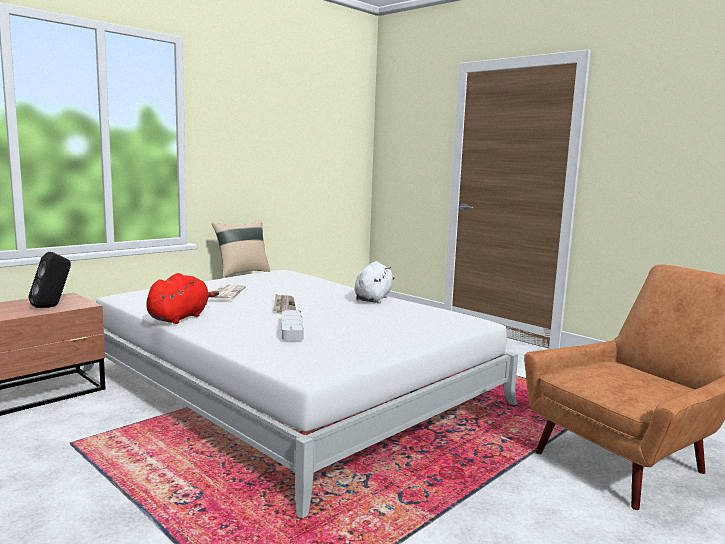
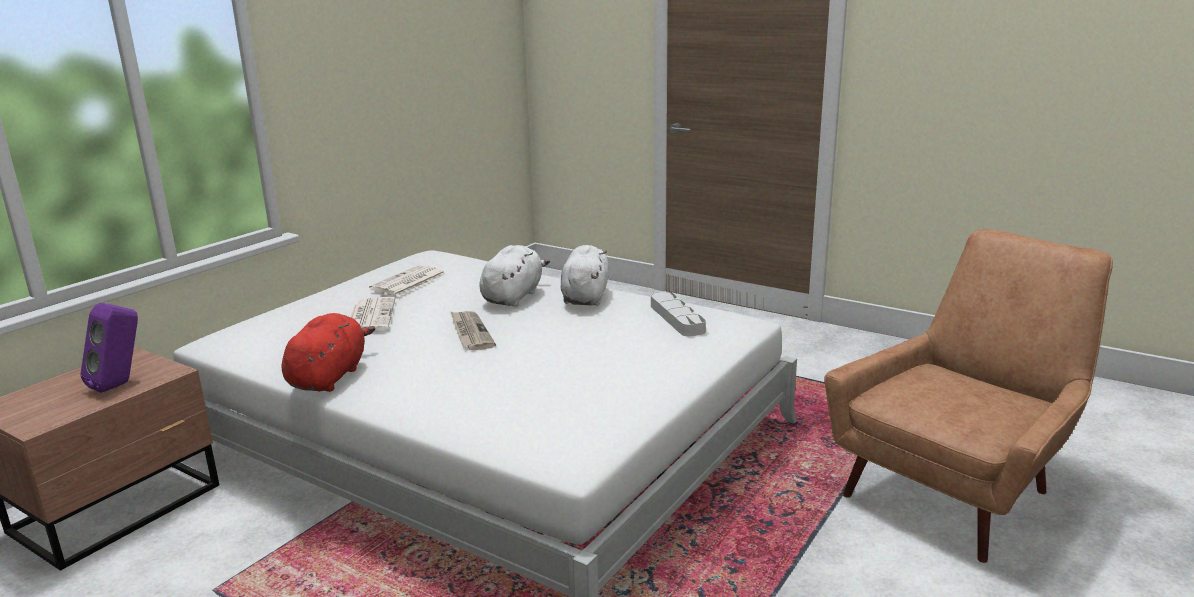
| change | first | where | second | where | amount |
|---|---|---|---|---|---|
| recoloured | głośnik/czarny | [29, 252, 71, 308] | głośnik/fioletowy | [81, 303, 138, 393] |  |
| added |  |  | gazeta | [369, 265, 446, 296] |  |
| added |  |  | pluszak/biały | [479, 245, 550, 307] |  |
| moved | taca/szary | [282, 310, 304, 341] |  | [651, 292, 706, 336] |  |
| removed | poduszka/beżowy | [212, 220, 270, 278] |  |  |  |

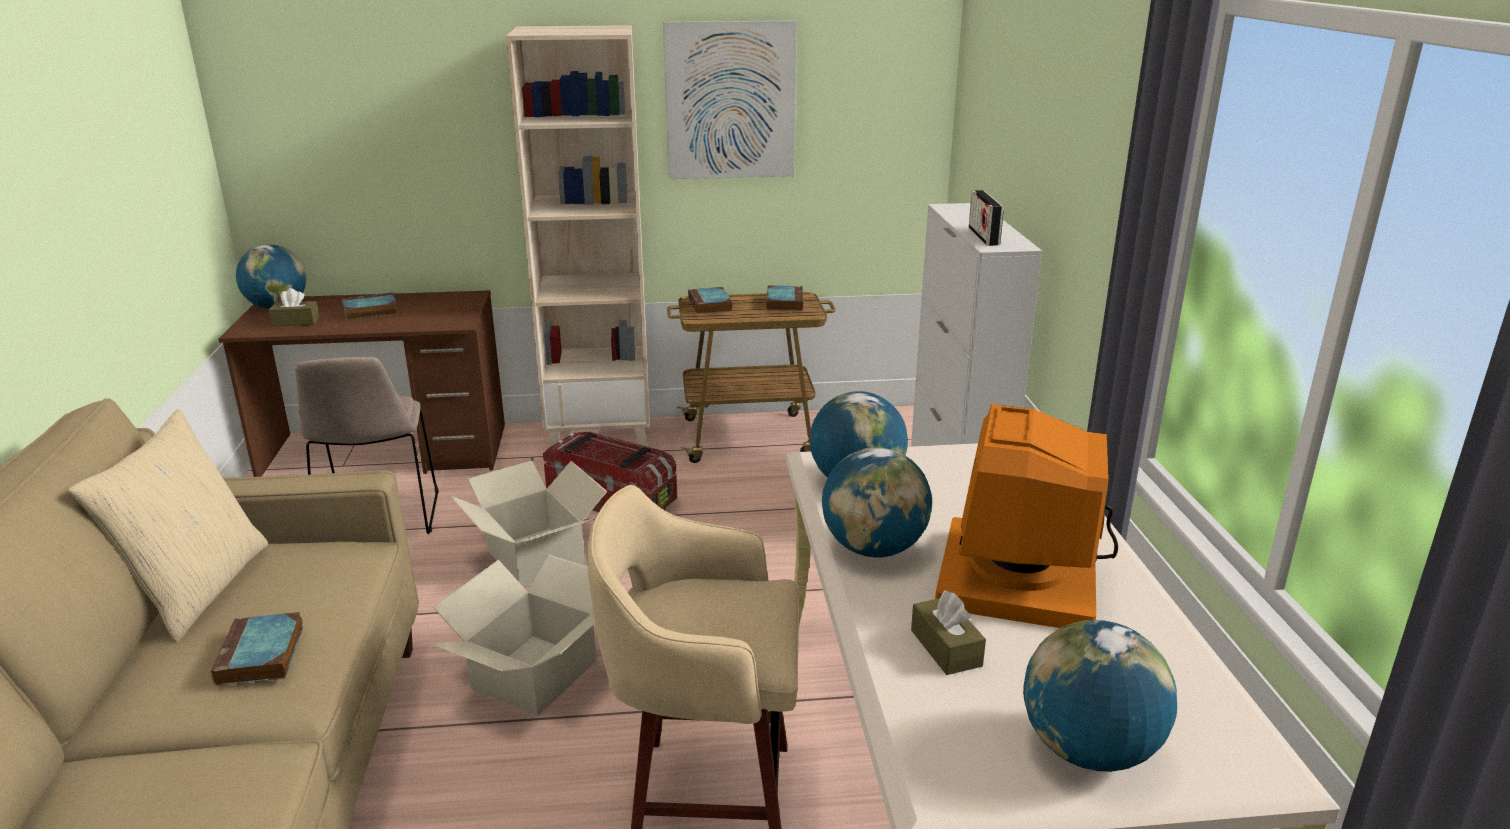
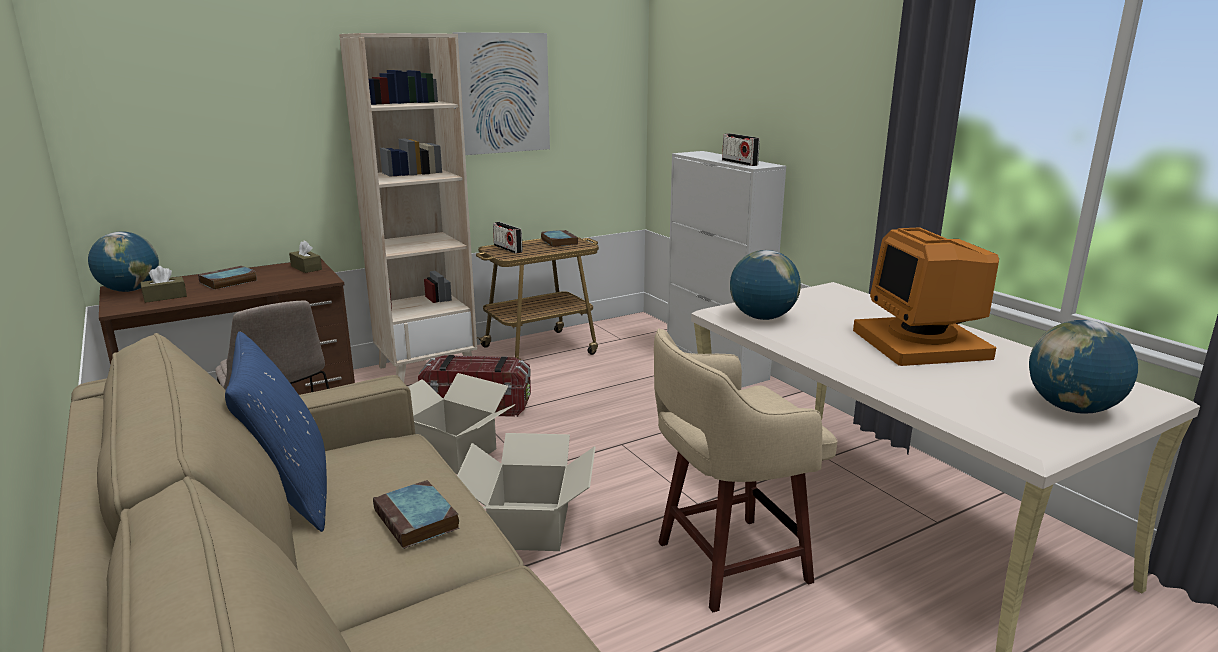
| change | first | where | second | where | amount |
|---|---|---|---|---|---|
| recoloured | poduszka/beżowy | [68, 409, 268, 642] | poduszka/niebieski | [225, 331, 327, 532] |  |
| moved | pudełko chusteczek/brązowy | [911, 590, 986, 675] |  | [289, 240, 322, 273] |  |
| replaced | książka | [688, 287, 733, 314] | radio | [493, 222, 523, 254] |  |
| removed | globus | [822, 447, 932, 557] |  |  |  |

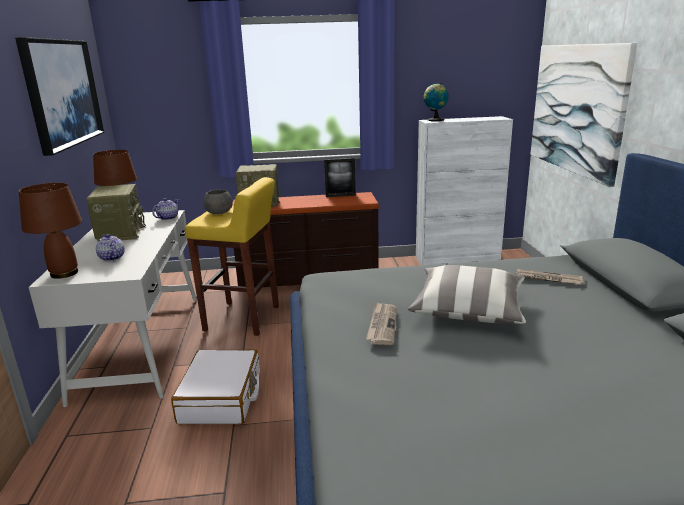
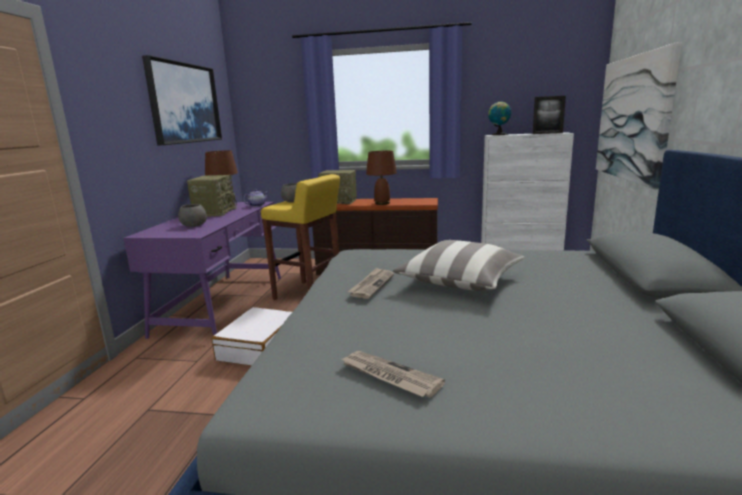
| change | first | where | second | where | amount |
|---|---|---|---|---|---|
| recoloured | biurko/biały | [29, 210, 197, 407] | biurko/fioletowy | [124, 202, 281, 339] |  |
| replaced | imbryk | [96, 234, 125, 261] | miska/szary | [178, 204, 207, 227] |  |
| moved | gazeta | [516, 269, 583, 285] |  | [342, 351, 445, 397] |  |
| moved | lampa stołowa/brązowy | [19, 183, 82, 279] |  | [366, 151, 397, 205] |  |
| moved | ramka na zdjęcie | [324, 158, 356, 197] |  | [533, 96, 566, 134] |  |

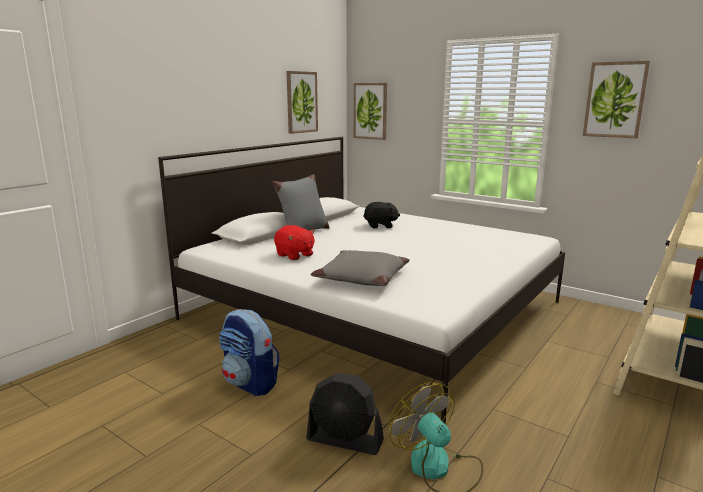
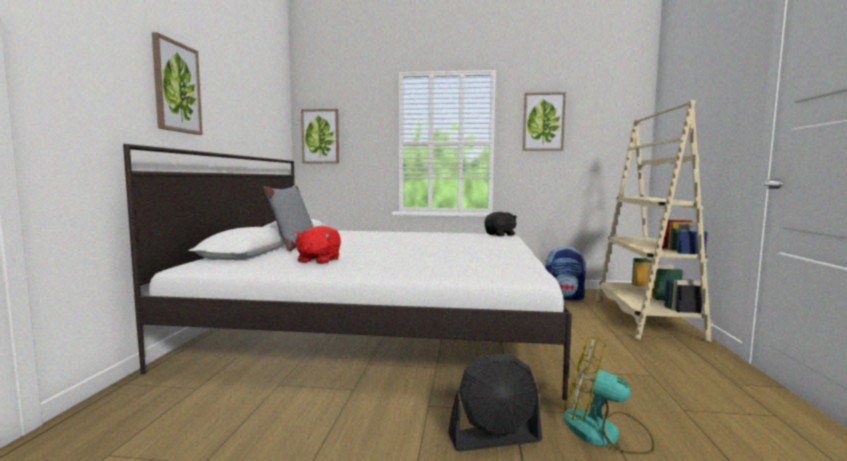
| change | first | where | second | where | amount |
|---|---|---|---|---|---|
| moved | obraz | [286, 71, 318, 134] |  | [152, 32, 203, 135] |  |
| turned | pluszak/czerwony | [274, 225, 315, 260] |  | [293, 226, 341, 264] | 90 degrees clockwise |
| moved | pluszak/czarny | [363, 202, 400, 228] |  | [484, 212, 517, 236] |  |
| moved | plecak | [219, 309, 279, 396] |  | [545, 246, 586, 301] |  |
| removed | poduszka/szary | [311, 250, 410, 286] |  |  |  |

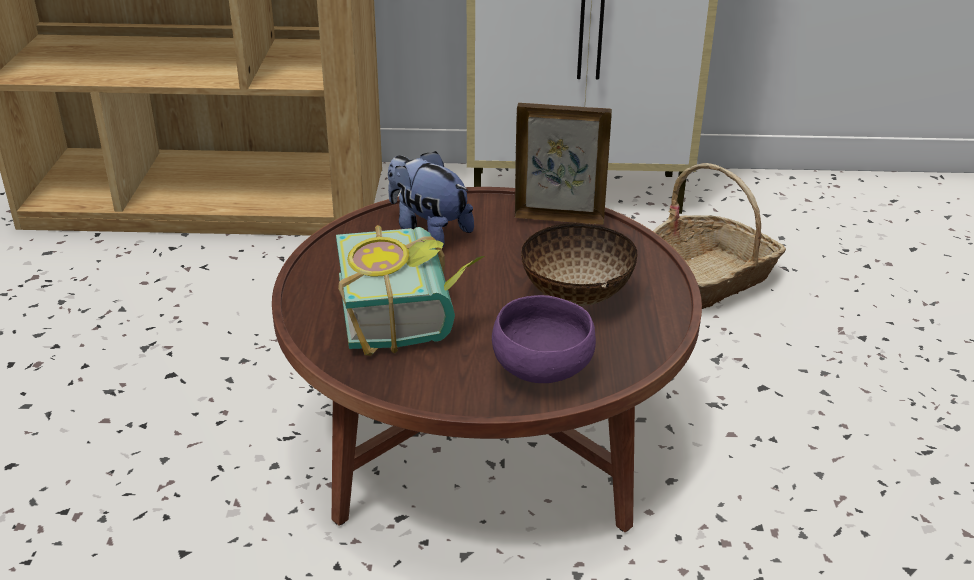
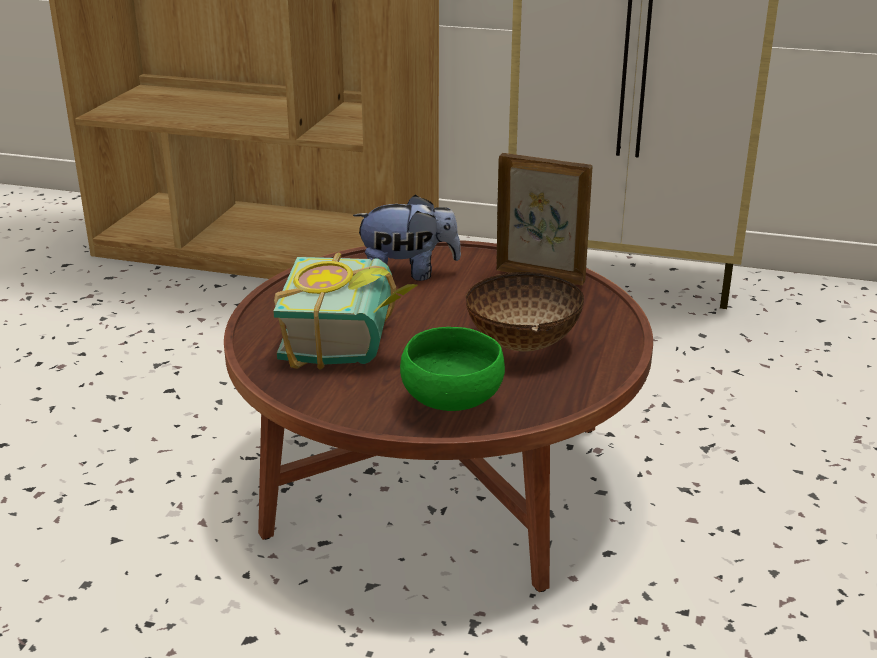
| change | first | where | second | where | amount |
|---|---|---|---|---|---|
| turned | pluszak | [388, 151, 474, 248] |  | [353, 195, 461, 281] | 120 degrees clockwise |
| recoloured | miska/fioletowy | [492, 295, 596, 383] | miska/zielony | [400, 327, 505, 411] |  |
| removed | koszyk | [653, 163, 786, 309] |  |  |  |

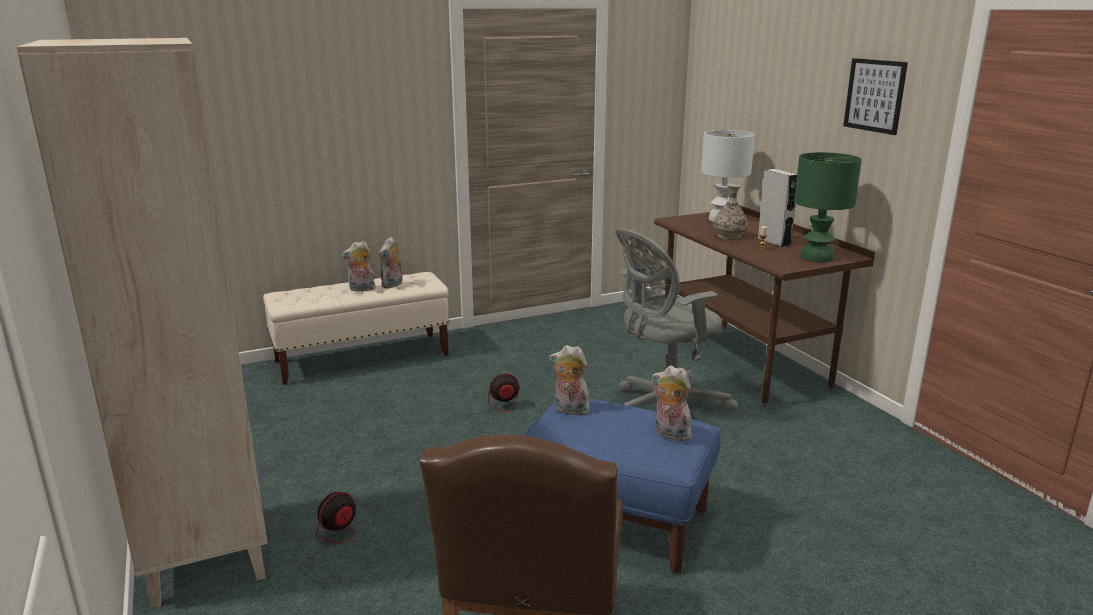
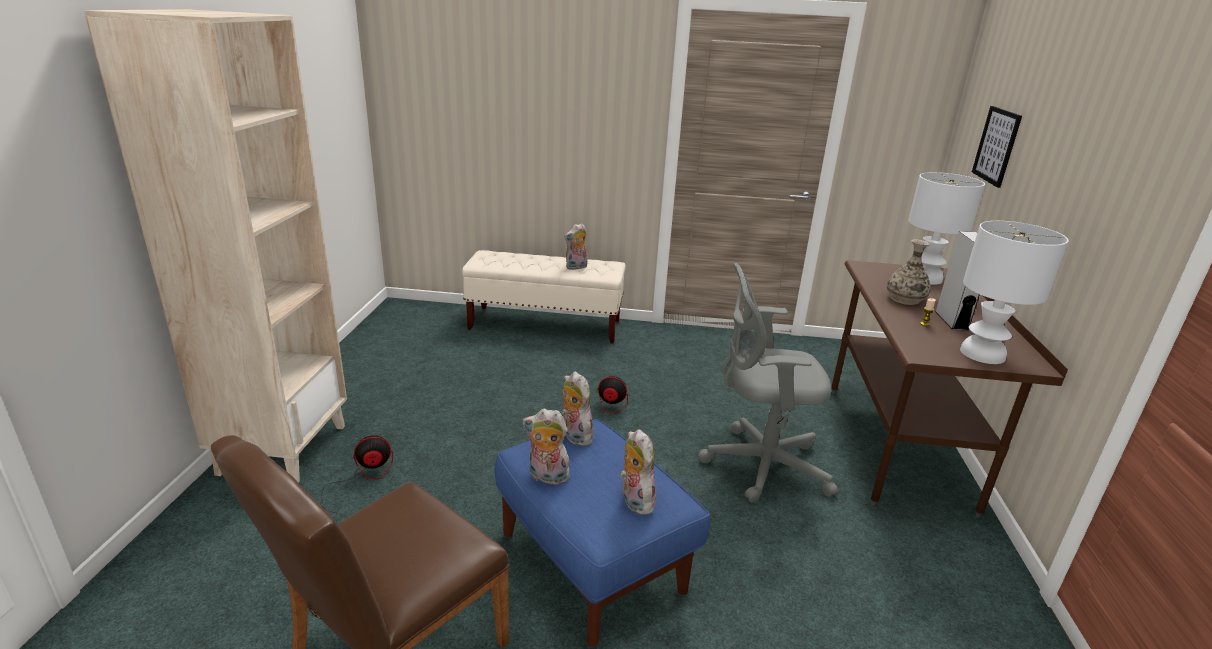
| change | first | where | second | where | amount |
|---|---|---|---|---|---|
| moved | pluszak | [342, 241, 375, 292] |  | [523, 409, 572, 485] |  |
| recoloured | lampa stołowa/zielony | [794, 152, 862, 262] | lampa stołowa/biały | [960, 221, 1069, 364] |  |
| moved | obraz | [843, 58, 908, 135] |  | [972, 106, 1022, 188] |  |

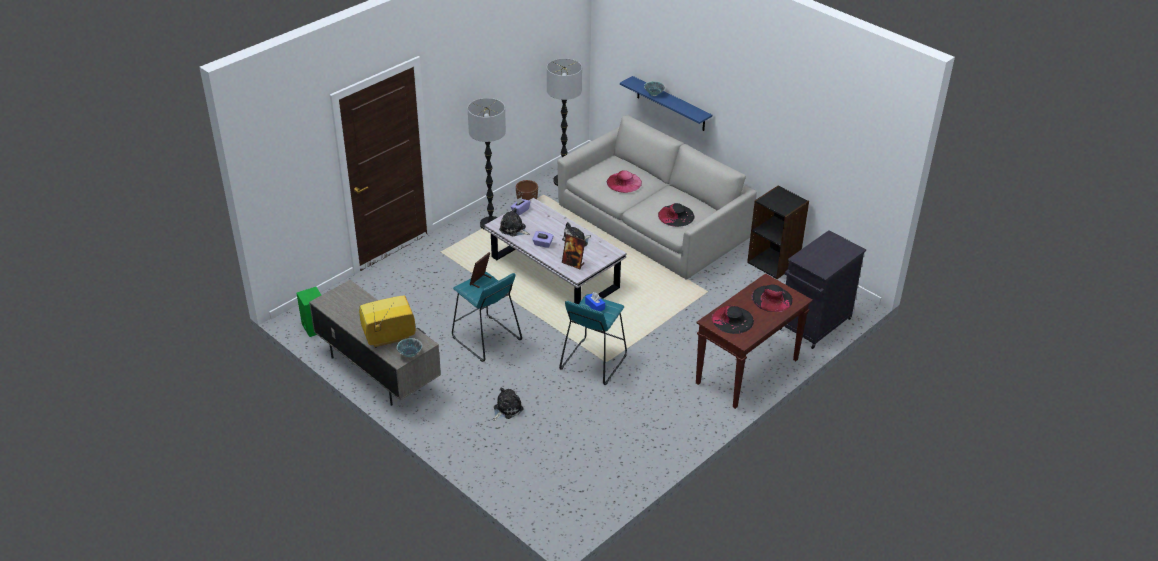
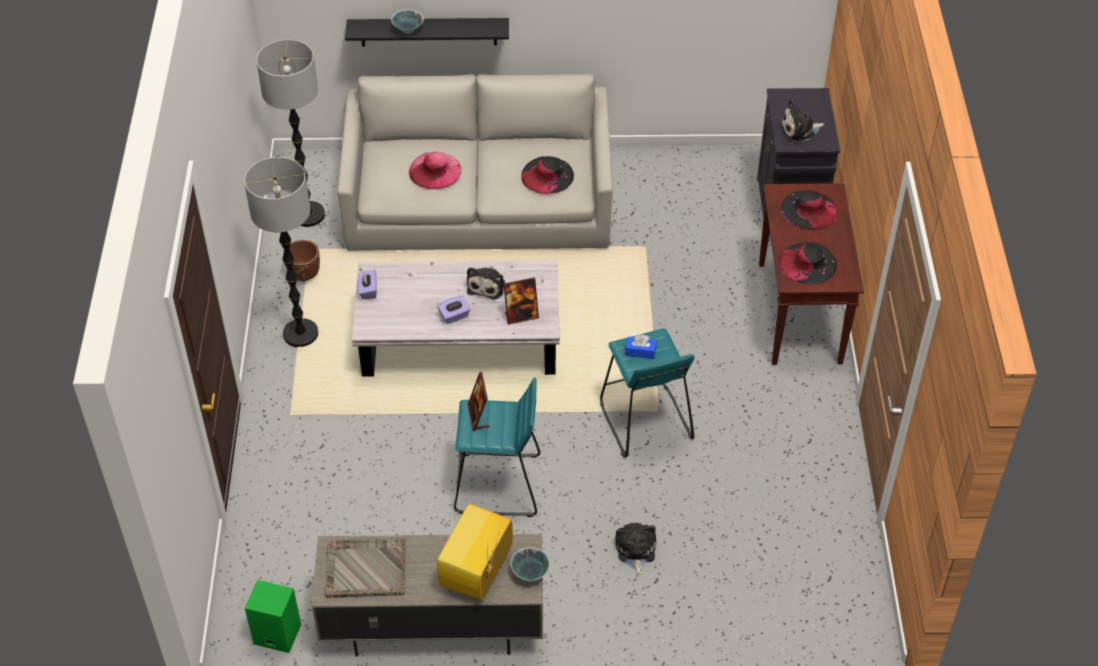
| change | first | where | second | where | amount |
|---|---|---|---|---|---|
| added |  |  | taca/szary | [325, 538, 406, 598] |  |
| recoloured | półka/niebieski | [620, 76, 712, 131] | półka/czarny | [345, 18, 509, 46] |  |
| moved | pluszak | [499, 208, 530, 237] |  | [780, 100, 824, 142] |  |
| removed | regał/czarny | [747, 185, 809, 279] |  |  |  |

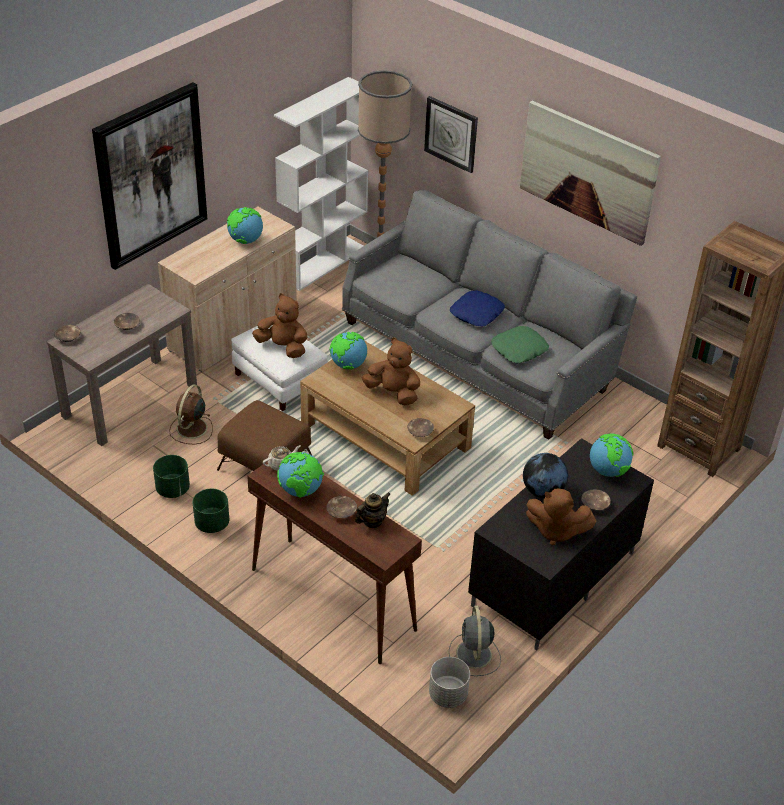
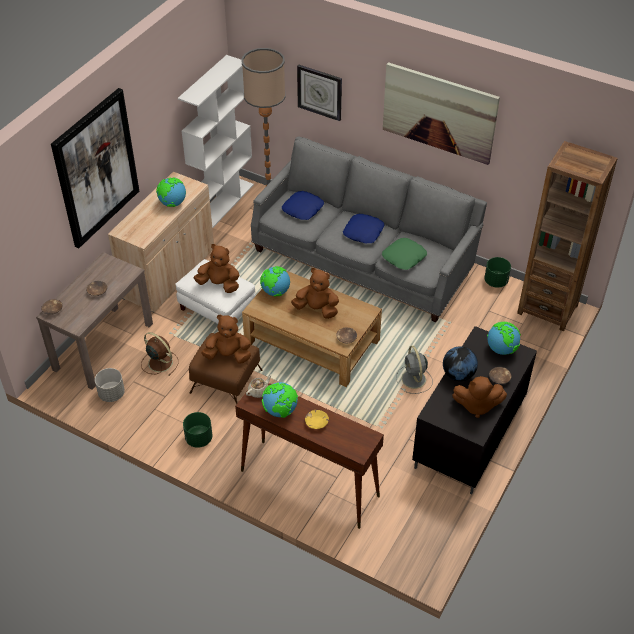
| change | first | where | second | where | amount |
|---|---|---|---|---|---|
| moved | donica/szary | [429, 657, 470, 708] |  | [95, 368, 125, 402] |  |
| turned | wentylator/brązowy | [169, 385, 213, 444] |  | [141, 332, 179, 376] | 120 degrees clockwise |
| added |  |  | pluszak/brązowy | [201, 314, 251, 364] |  |
| added |  |  | poduszka/niebieski | [282, 191, 324, 220] |  |
| recoloured | miska/brązowy | [327, 496, 357, 518] | miska/żółty | [305, 410, 329, 429] |  |
| moved | wentylator/szary | [449, 606, 501, 676] |  | [396, 346, 433, 394] |  |
| moved | donica/zielony | [153, 455, 190, 498] |  | [484, 257, 511, 288] |  |
| removed | imbryk | [355, 492, 390, 528] |  |  |  |

